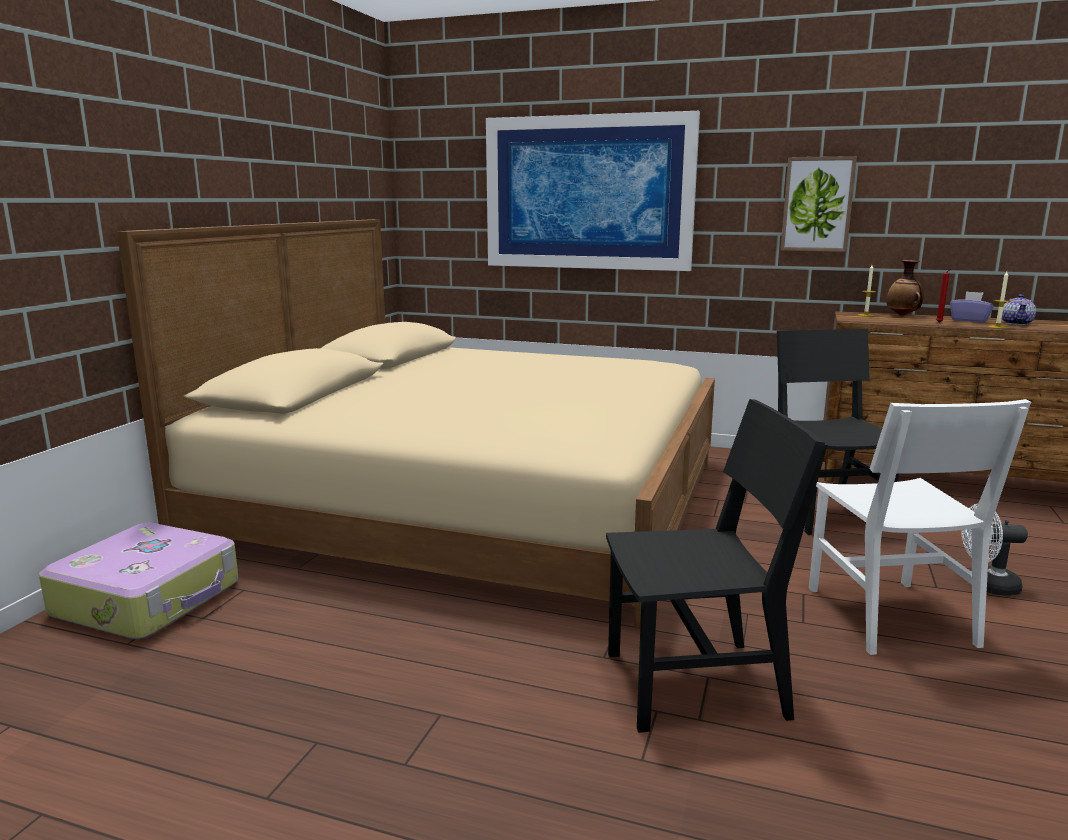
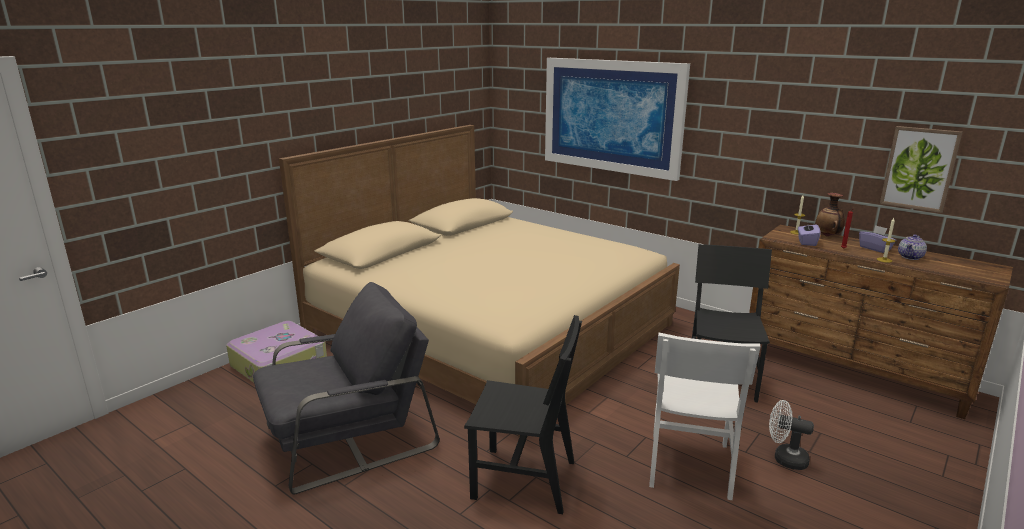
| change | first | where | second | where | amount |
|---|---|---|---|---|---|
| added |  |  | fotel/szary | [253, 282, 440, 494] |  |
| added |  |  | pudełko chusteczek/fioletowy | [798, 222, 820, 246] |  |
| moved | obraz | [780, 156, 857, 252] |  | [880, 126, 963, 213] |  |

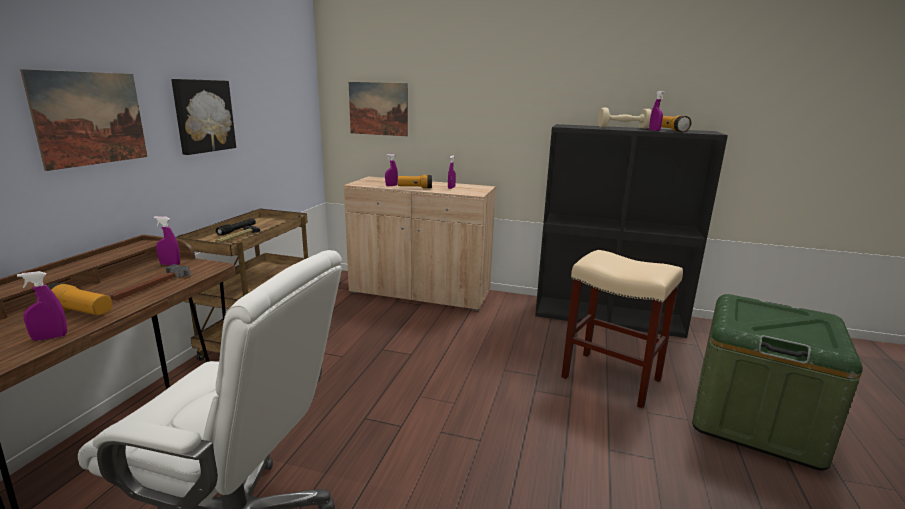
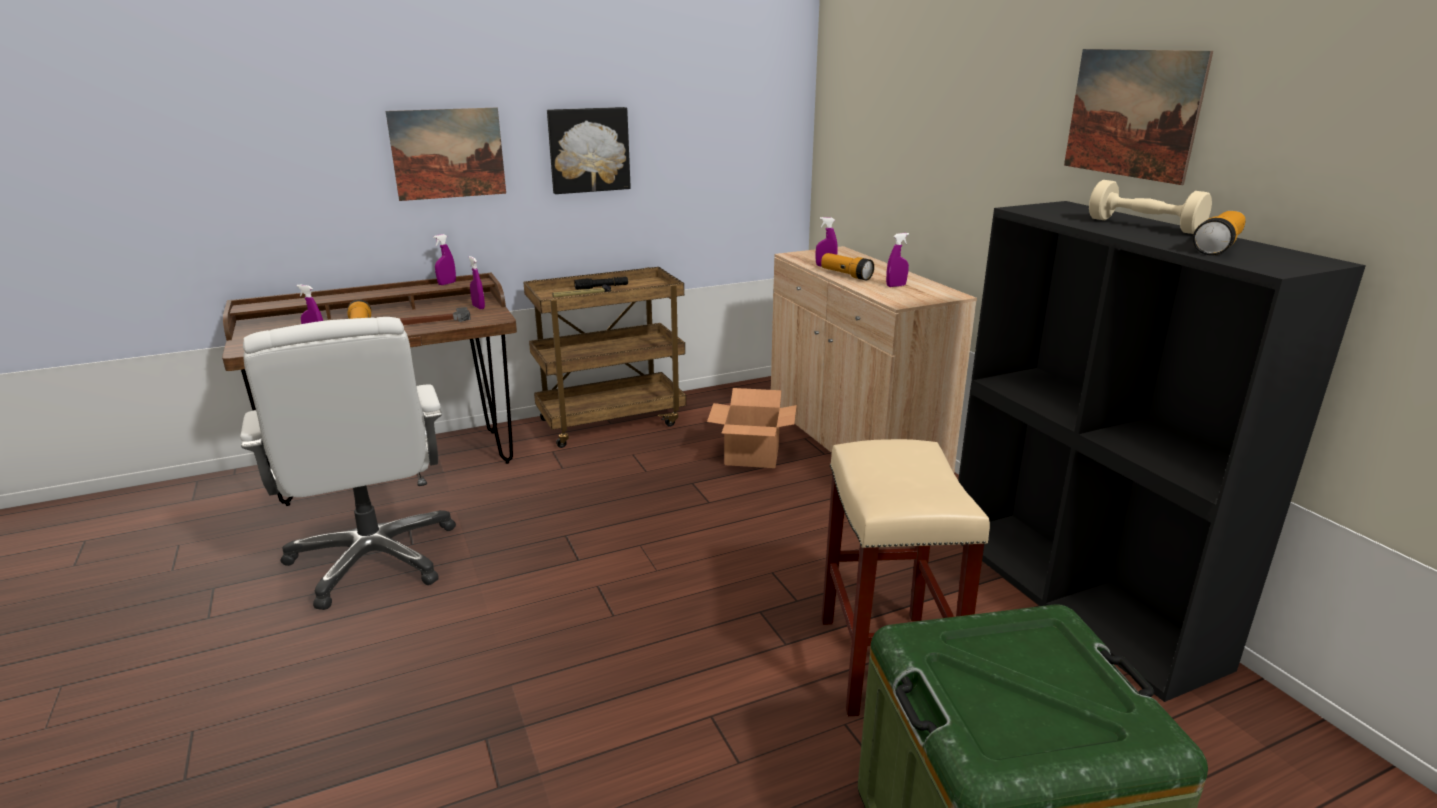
| change | first | where | second | where | amount |
|---|---|---|---|---|---|
| moved | spryskiwacz/fioletowy | [649, 91, 665, 131] |  | [433, 234, 456, 285] |  |
| added |  |  | karton | [707, 388, 797, 468] |  |
| moved | obraz | [349, 82, 408, 136] |  | [1064, 49, 1213, 185] |  |

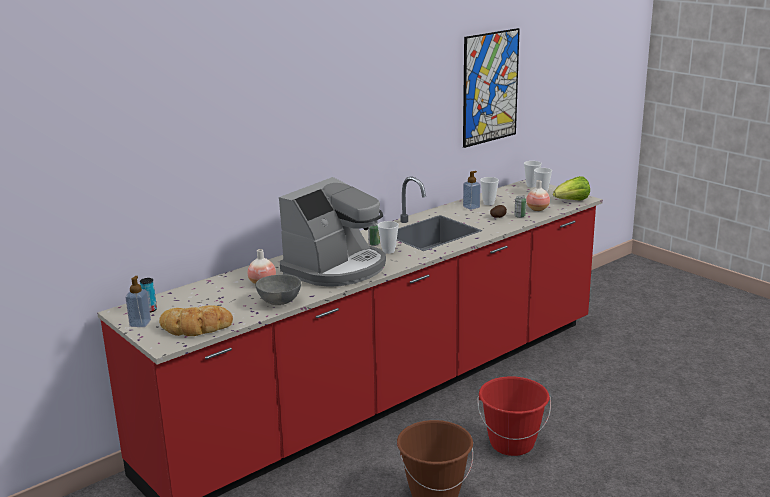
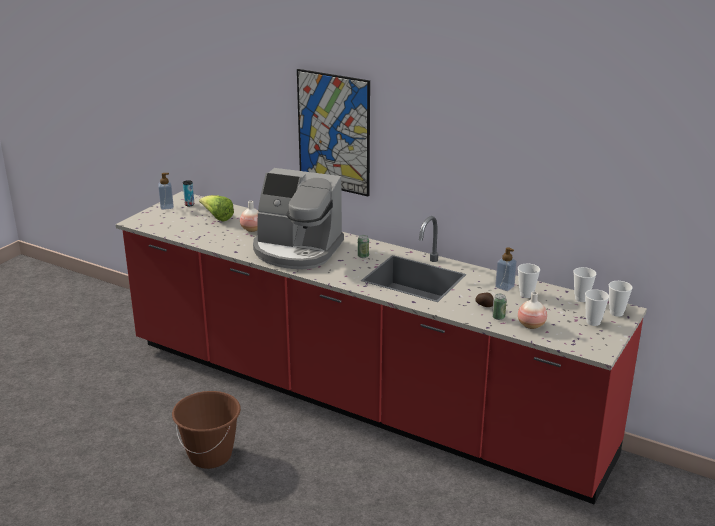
| change | first | where | second | where | amount |
|---|---|---|---|---|---|
| moved | sałata | [553, 176, 590, 201] |  | [199, 195, 234, 221] |  |
| moved | obraz | [463, 28, 520, 148] |  | [297, 69, 370, 197] |  |
| moved | filiżanka | [378, 221, 399, 254] |  | [573, 267, 596, 302] |  |
| removed | chleb | [159, 305, 233, 336] |  |  |  |
| removed | miska/szary | [255, 275, 301, 305] |  |  |  |
| removed | wiadro/czerwony | [477, 376, 551, 456] |  |  |  |

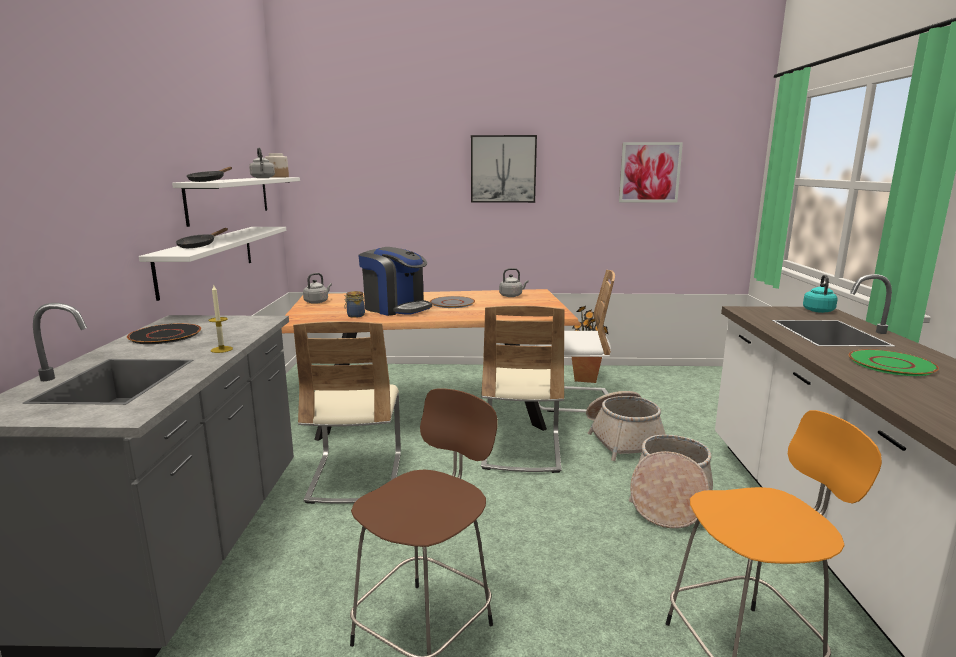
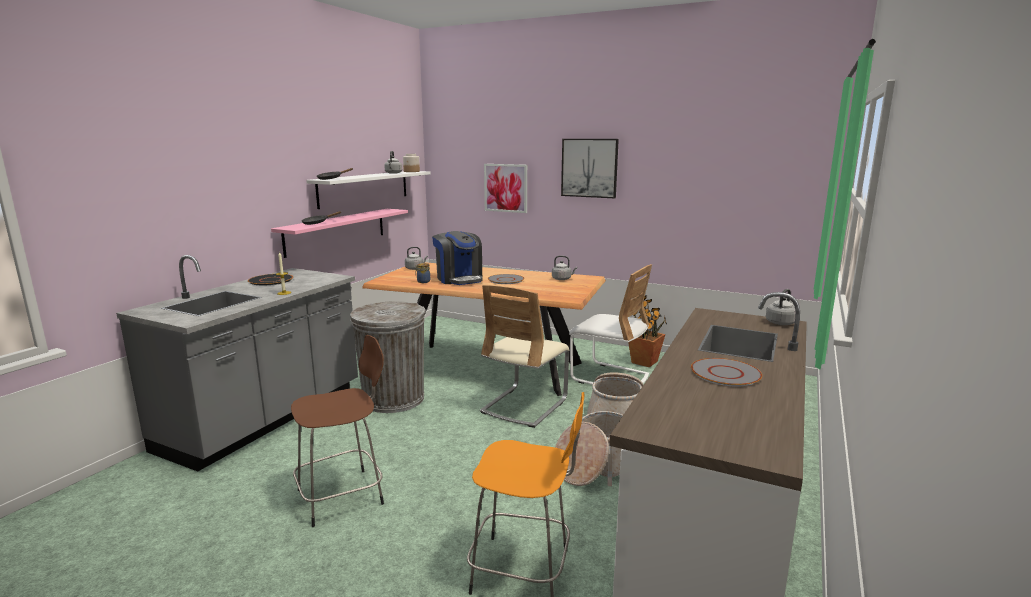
| change | first | where | second | where | amount |
|---|---|---|---|---|---|
| recoloured | półka/biały | [139, 227, 286, 301] | półka/różowy | [271, 209, 408, 258] |  |
| replaced | krzesło/beżowy | [293, 321, 401, 504] | kosz na śmieci/szary | [350, 301, 426, 413] |  |
| moved | obraz | [619, 142, 683, 202] |  | [484, 164, 527, 213] |  |
| recoloured | talerz/zielony | [849, 349, 939, 376] | talerz/szary | [691, 358, 762, 387] |  |
| recoloured | czajnik/turkusowy | [803, 275, 838, 313] | czajnik/szary | [766, 289, 795, 325] |  |

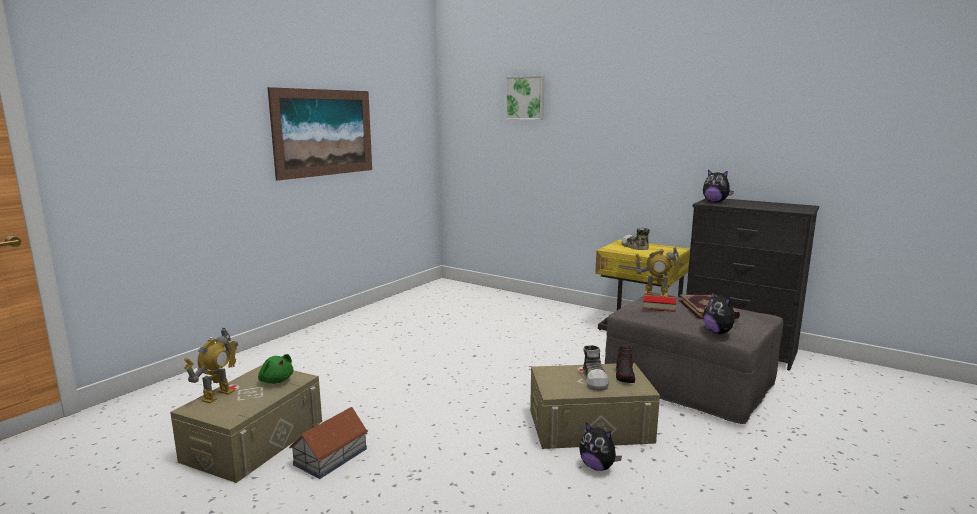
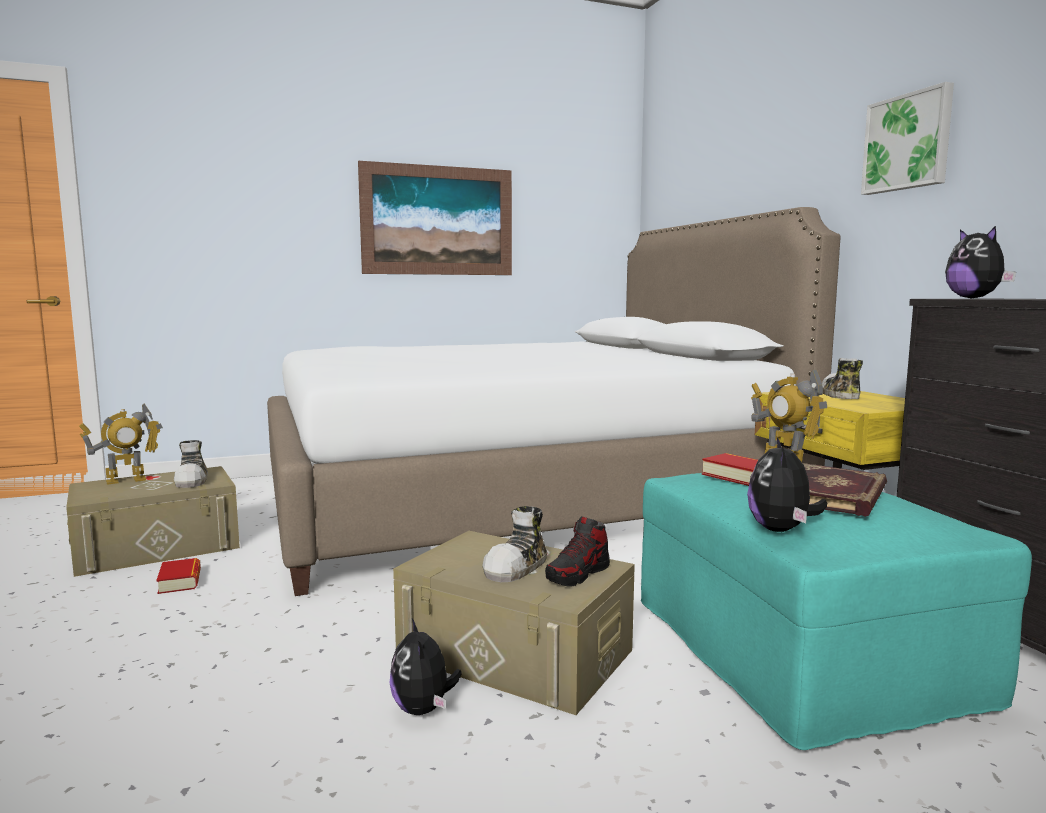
| change | first | where | second | where | amount |
|---|---|---|---|---|---|
| replaced | domek | [289, 407, 368, 479] | książka | [156, 558, 201, 594] |  |
| replaced | pluszak/zielony | [258, 354, 294, 384] | but | [174, 440, 208, 488] |  |
| added |  |  | łóżko/biały | [267, 207, 841, 596] |  |
| recoloured | pufa/szary | [605, 292, 783, 424] | pufa/turkusowy | [641, 473, 1032, 750] |  |
| moved | obraz | [505, 76, 545, 120] |  | [861, 82, 954, 195] |  |

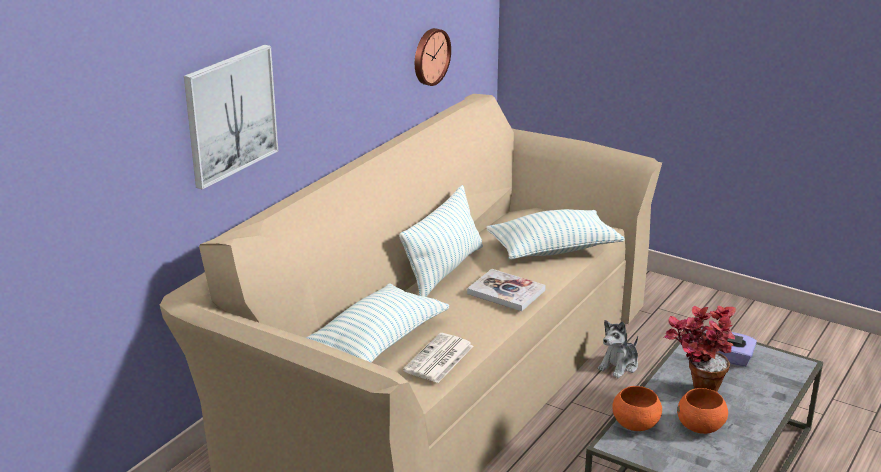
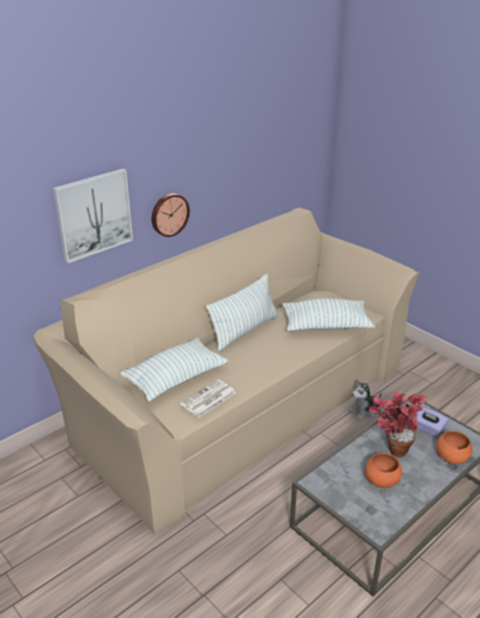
| change | first | where | second | where | amount |
|---|---|---|---|---|---|
| moved | zegar ścienny | [415, 28, 451, 86] |  | [151, 193, 190, 237] |  |
| moved | miska/pomarańczowy | [612, 386, 662, 431] |  | [436, 431, 473, 464] |  |
| removed | książka | [467, 269, 546, 311] |  |  |  |

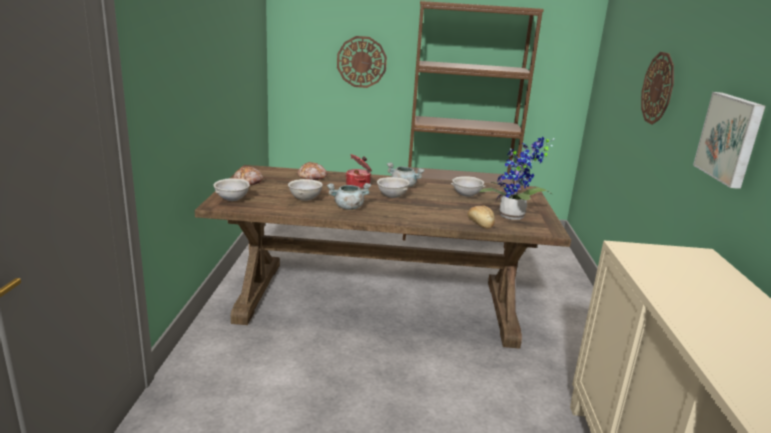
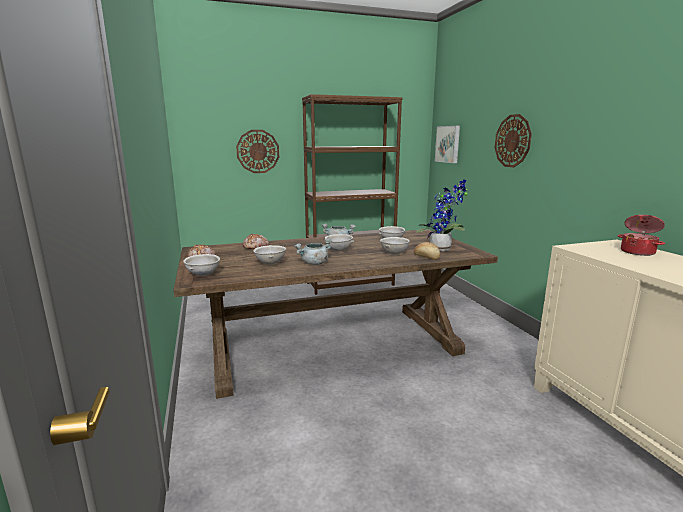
| change | first | where | second | where | amount |
|---|---|---|---|---|---|
| added |  |  | miska/szary | [380, 237, 410, 254] |  |
| moved | obraz | [693, 92, 765, 189] |  | [435, 126, 460, 163] |  |
| moved | garnek | [345, 154, 372, 189] |  | [617, 215, 665, 256] |  |

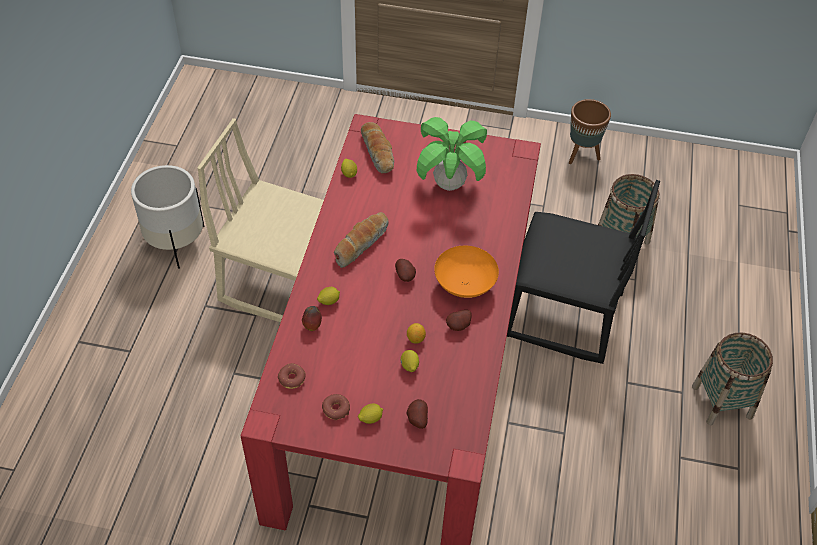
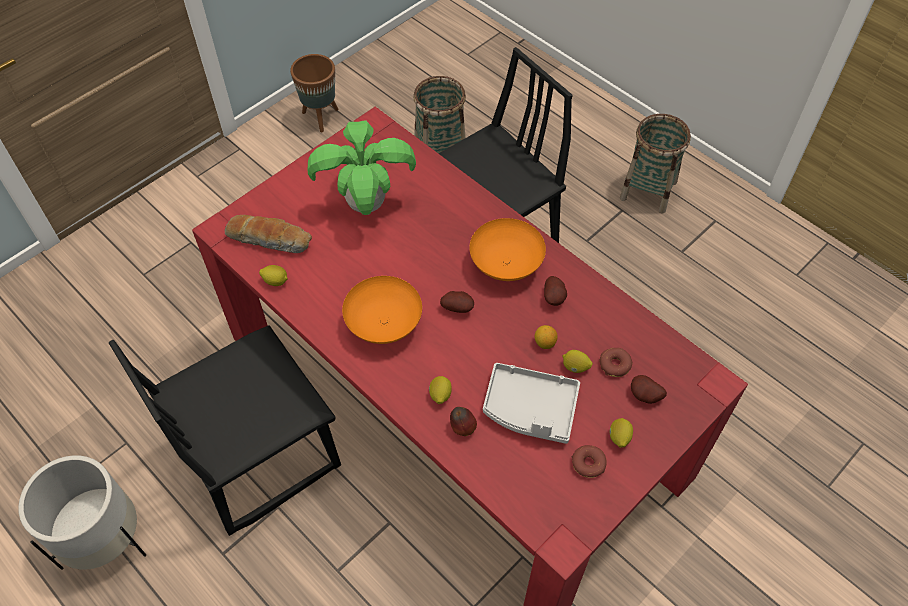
| change | first | where | second | where | amount |
|---|---|---|---|---|---|
| recoloured | krzesło/beżowy | [197, 118, 324, 322] | krzesło/czarny | [109, 325, 341, 536] |  |
| replaced | chleb | [334, 212, 389, 268] | miska/pomarańczowy | [342, 276, 422, 344] |  |
| added |  |  | taca/szary | [483, 363, 580, 444] |  |
| moved | donut | [278, 363, 306, 389] |  | [599, 348, 633, 377] |  |

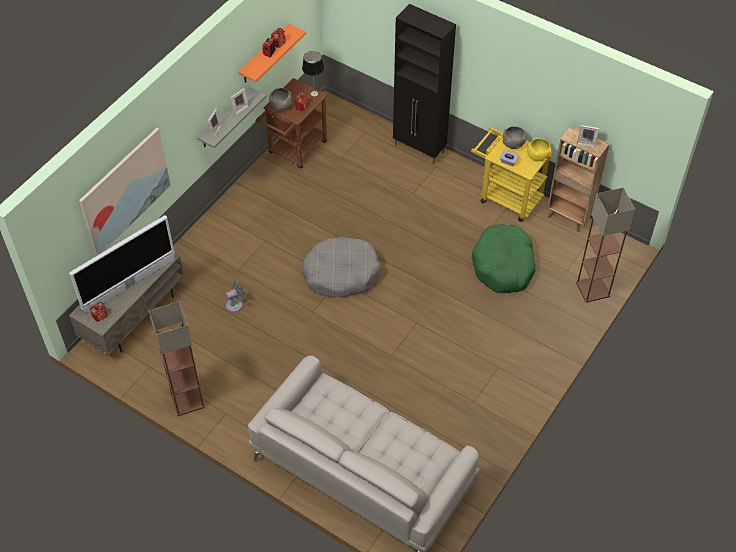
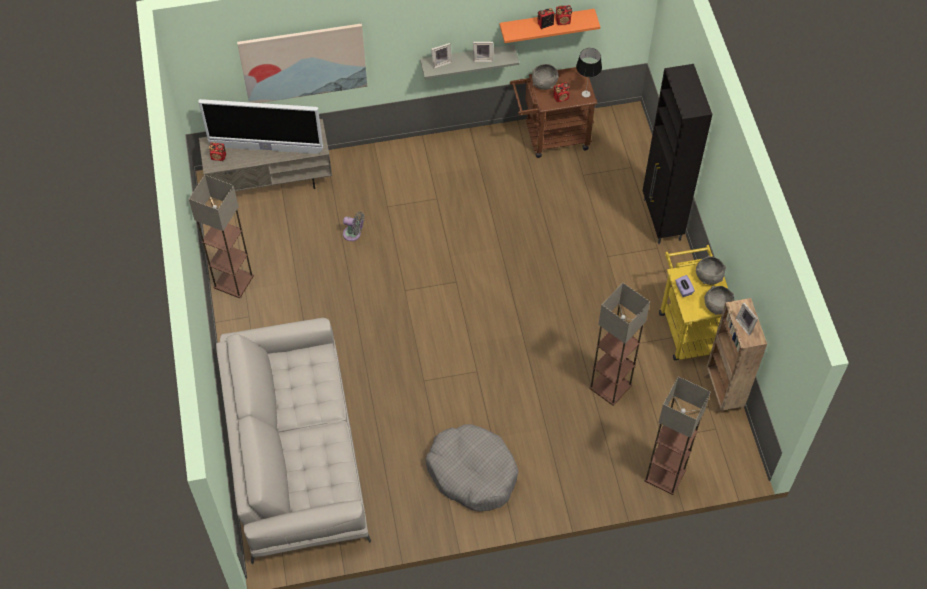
| change | first | where | second | where | amount |
|---|---|---|---|---|---|
| moved | legowisko/szary | [302, 237, 381, 298] |  | [426, 424, 518, 511] |  |
| replaced | legowisko/zielony | [472, 224, 535, 293] | lampa stojąca | [589, 283, 650, 406] |  |
| recoloured | miska/żółty | [527, 139, 551, 161] | miska/szary | [704, 286, 734, 315] |  |

